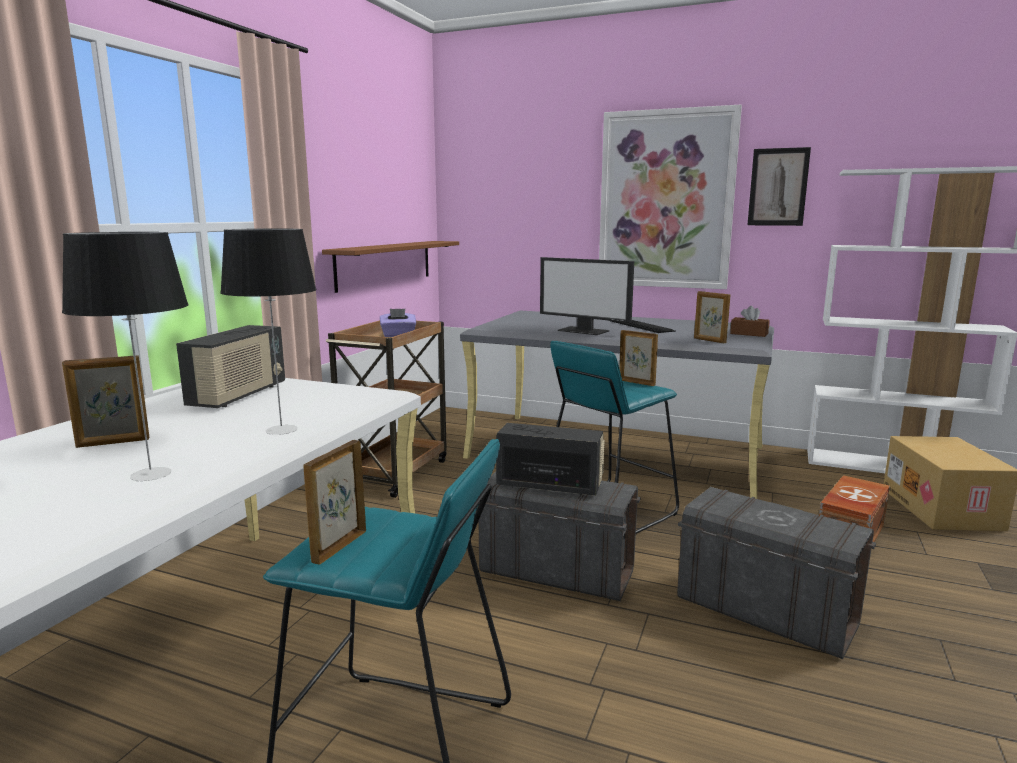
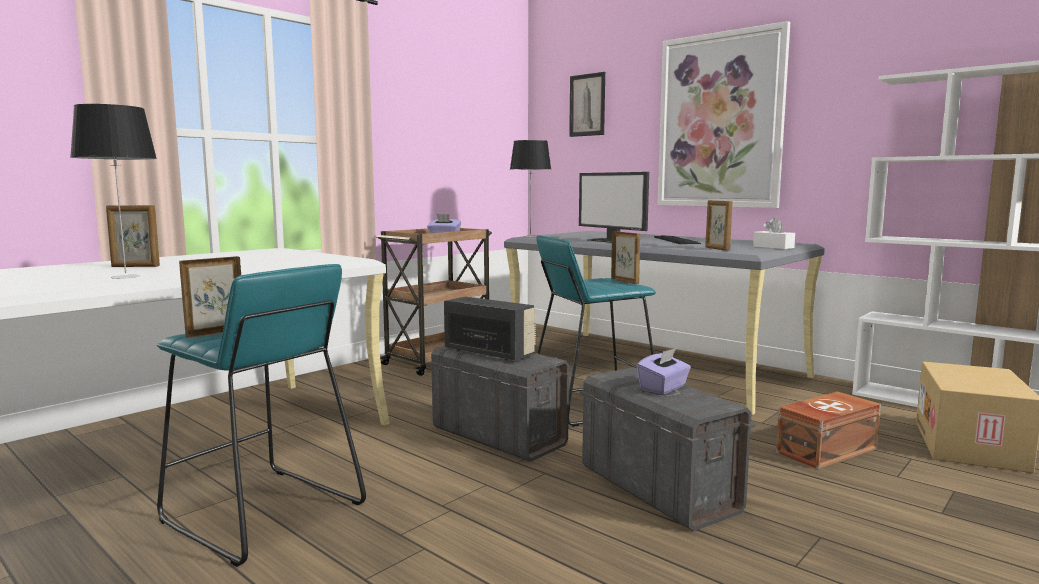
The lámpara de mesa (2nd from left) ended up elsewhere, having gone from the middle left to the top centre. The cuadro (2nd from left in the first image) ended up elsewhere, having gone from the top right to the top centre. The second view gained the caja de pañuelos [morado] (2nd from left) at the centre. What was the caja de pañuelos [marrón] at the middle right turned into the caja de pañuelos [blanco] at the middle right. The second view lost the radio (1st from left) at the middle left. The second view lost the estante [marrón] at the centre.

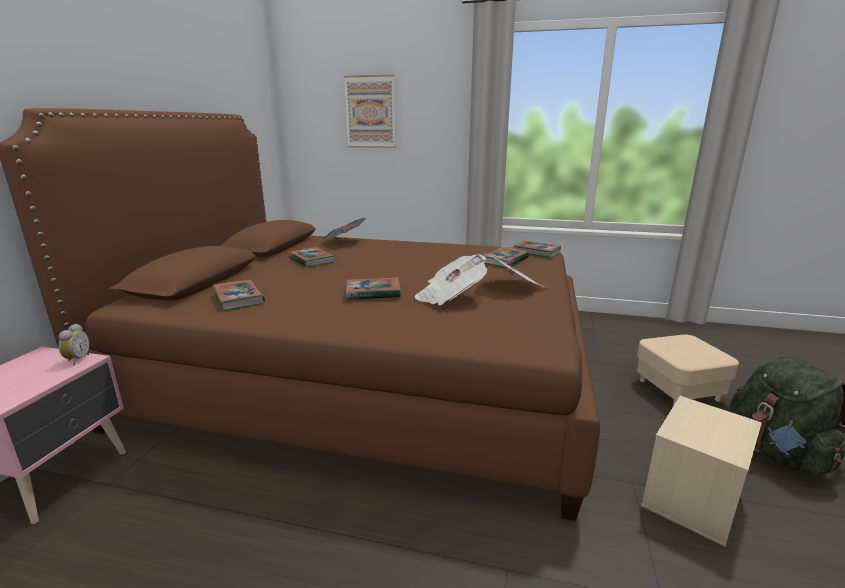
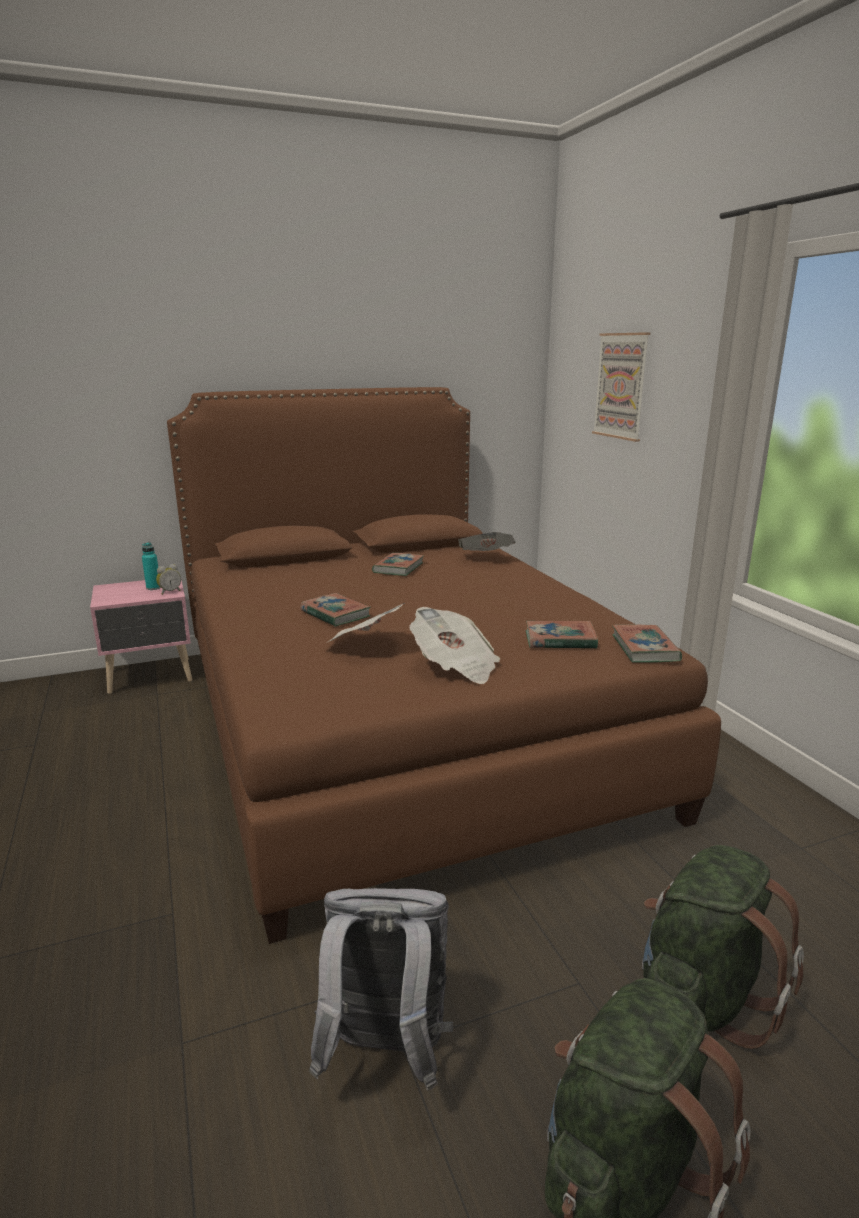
The second view gained the botella [turquesa] at the middle left. Where the caja de almacenaje [beis] stood at the bottom right, the mochila [gris] came to stand at the bottom centre. Where the puf [beis] stood at the middle right, the mochila [verde] (2nd from left) came to stand at the bottom right. The second view lost the libro (1st from left) at the middle left.

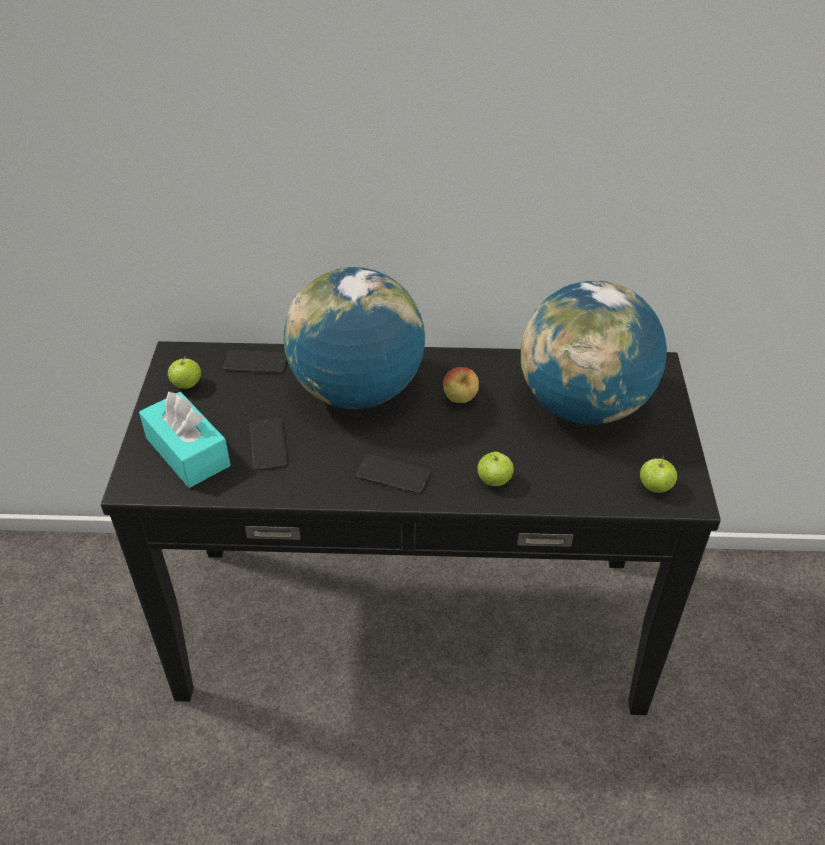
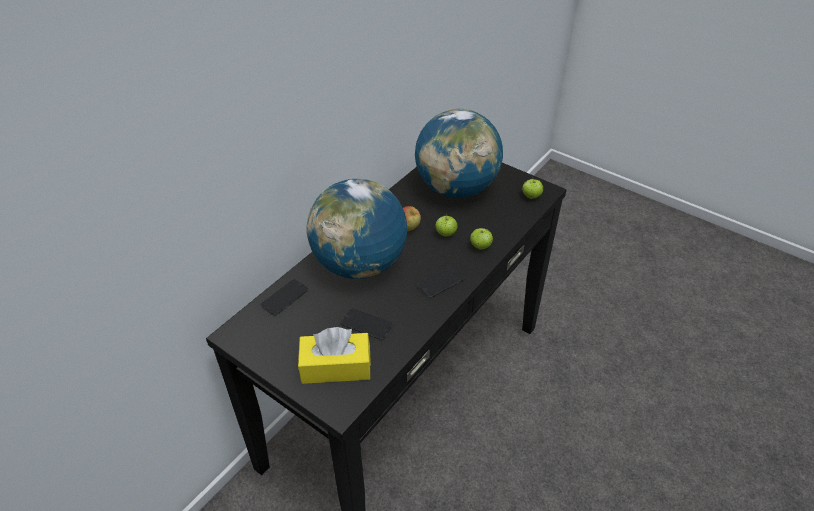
What was the caja de pañuelos [turquesa] at the middle left turned into the caja de pañuelos [amarillo] at the bottom centre. The manzana (1st from left in the first image) ended up elsewhere, having gone from the middle left to the centre.

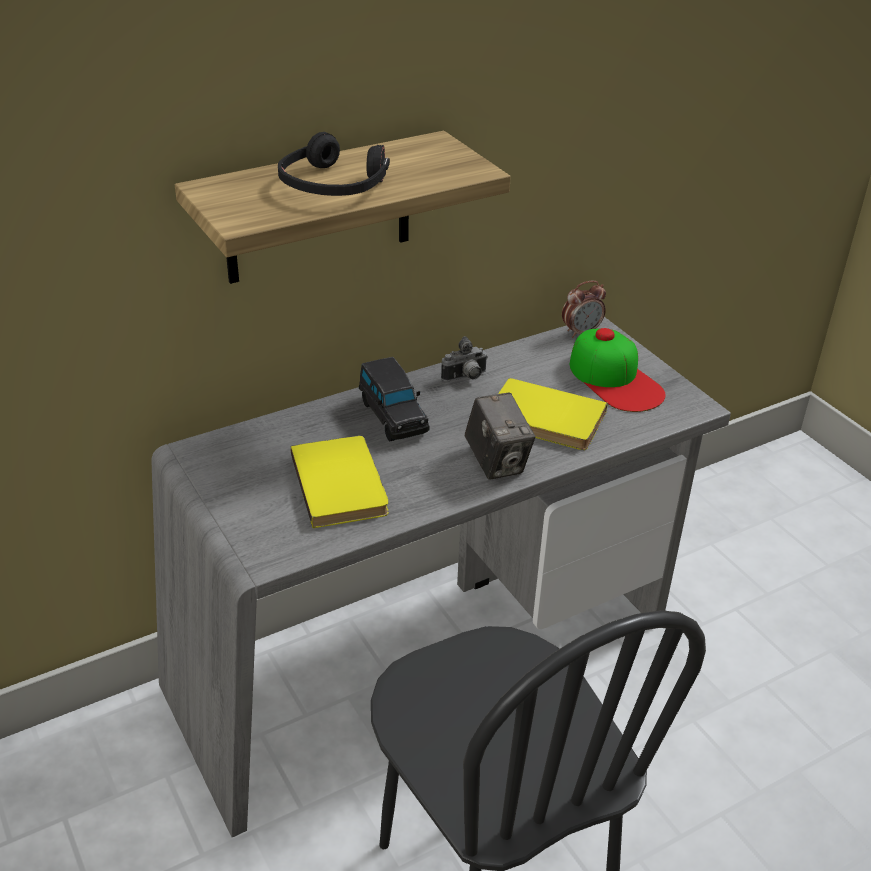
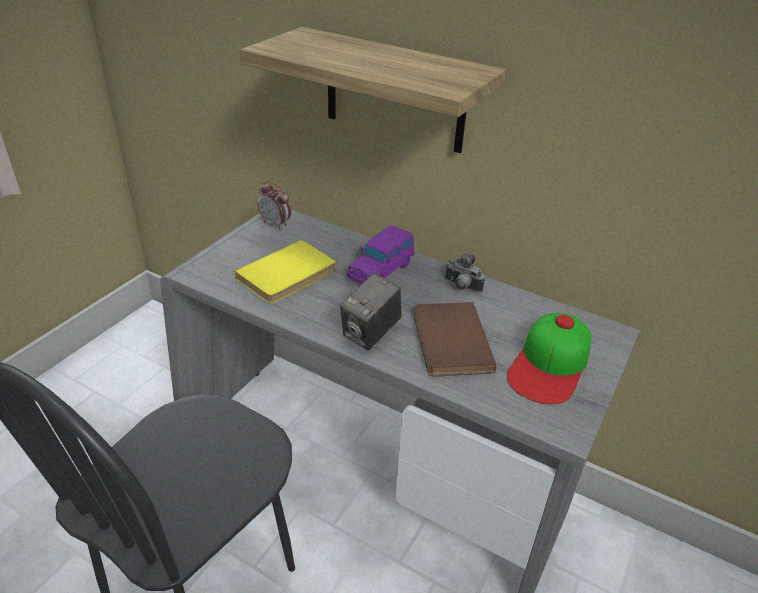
The despertador ended up elsewhere, having gone from the middle right to the centre. What was the coche de juguete [negro] at the centre turned into the coche de juguete [morado] at the centre. What was the libro [amarillo] (2nd from left) at the centre turned into the libro [marrón] at the centre. The second view lost the auriculares [negro] at the top centre.

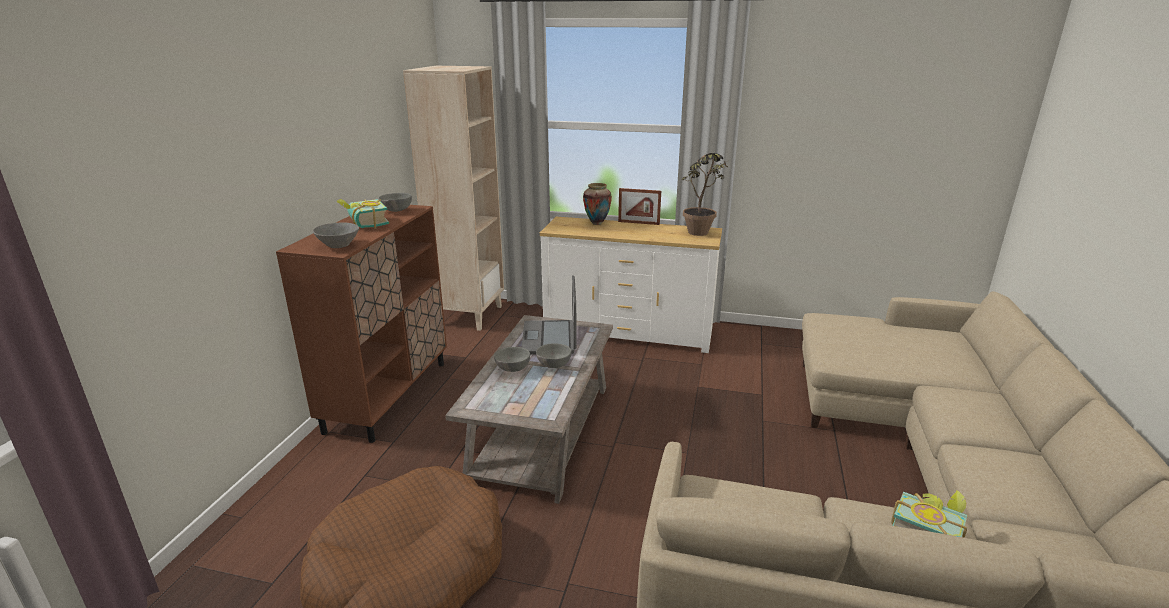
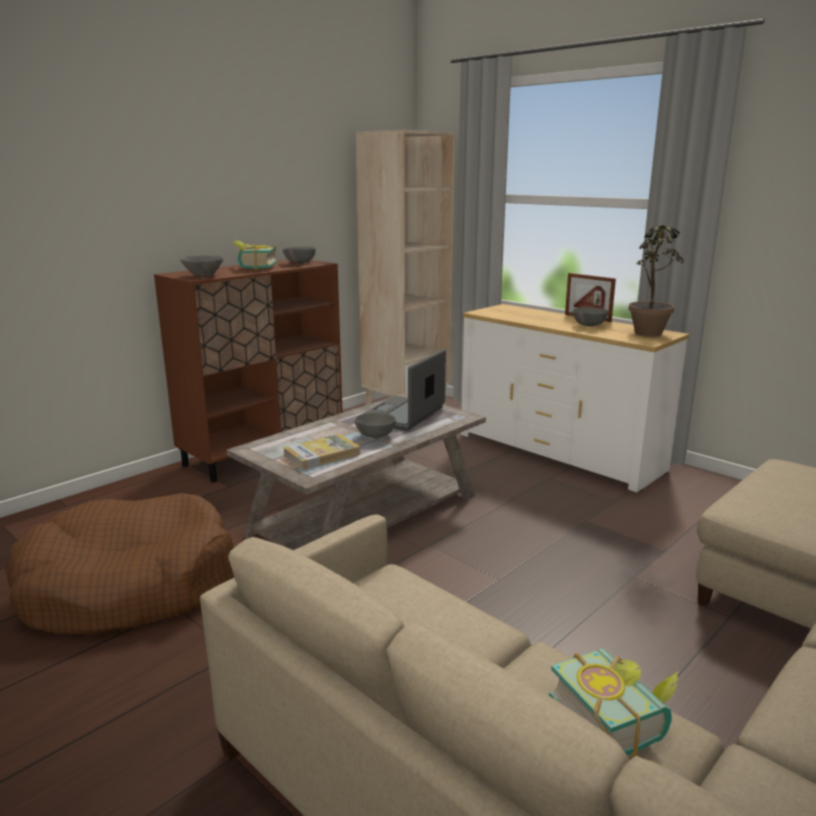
The second view gained the libro (2nd from left) at the centre. The cuenco [gris] (3rd from left in the first image) ended up elsewhere, having gone from the centre to the middle right. The second view lost the florero at the centre.

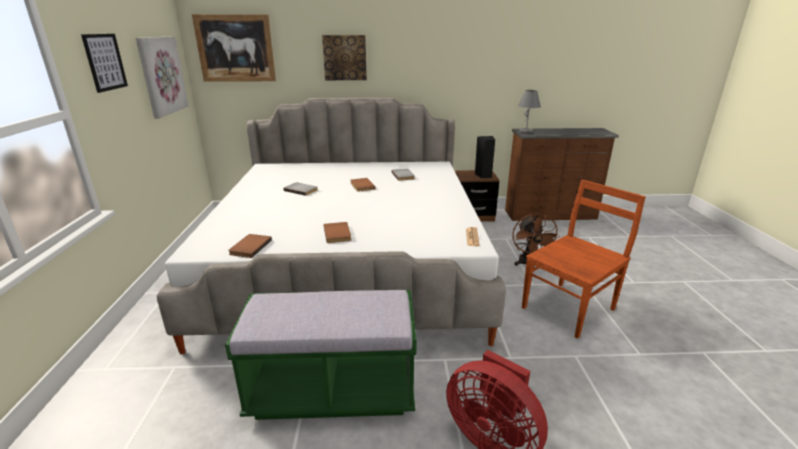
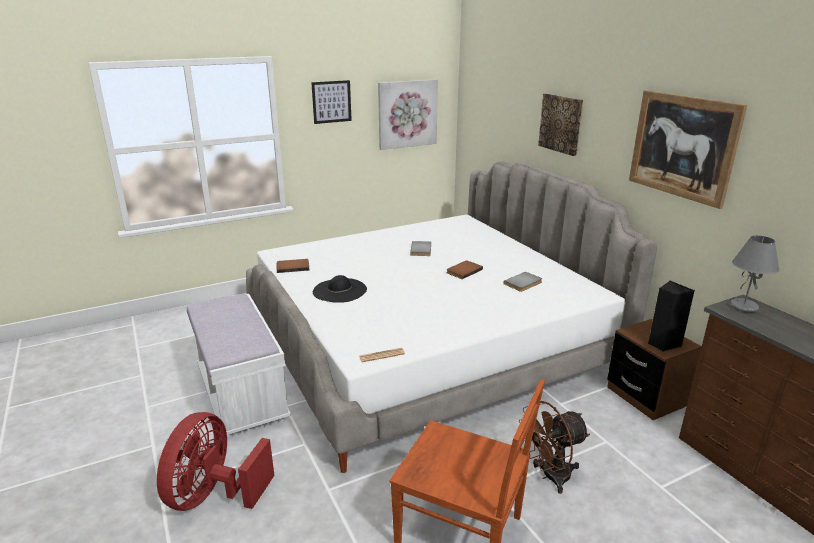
What was the banco [verde] at the bottom centre turned into the banco [blanco] at the bottom left. Where the libro [marrón] (2nd from left) stood at the centre, the sombrero [negro] came to stand at the centre. The cuadro (3rd from left in the first image) ended up elsewhere, having gone from the top left to the top right.

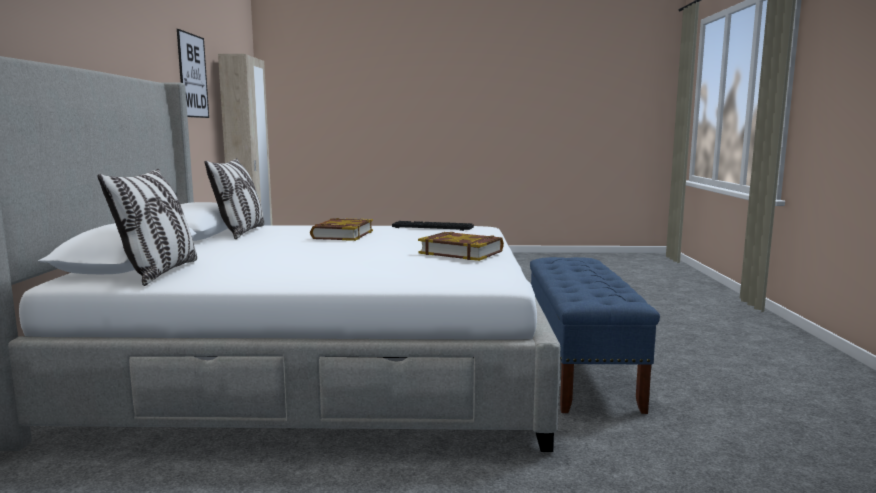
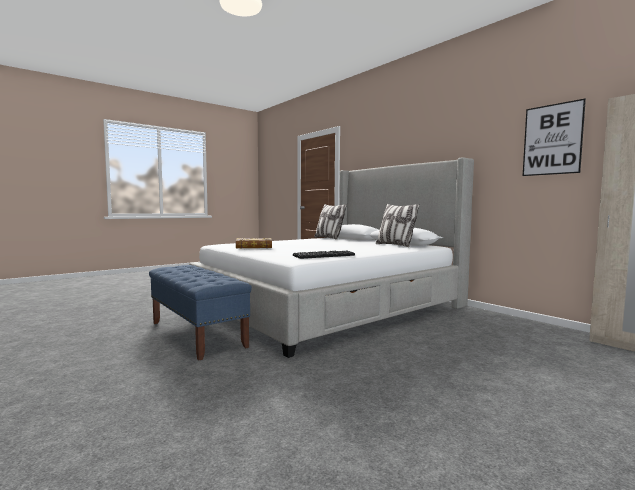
The second view lost the libro (1st from left) at the centre.

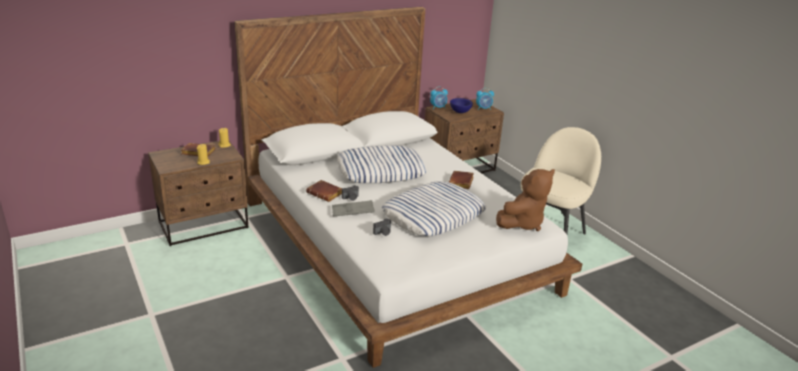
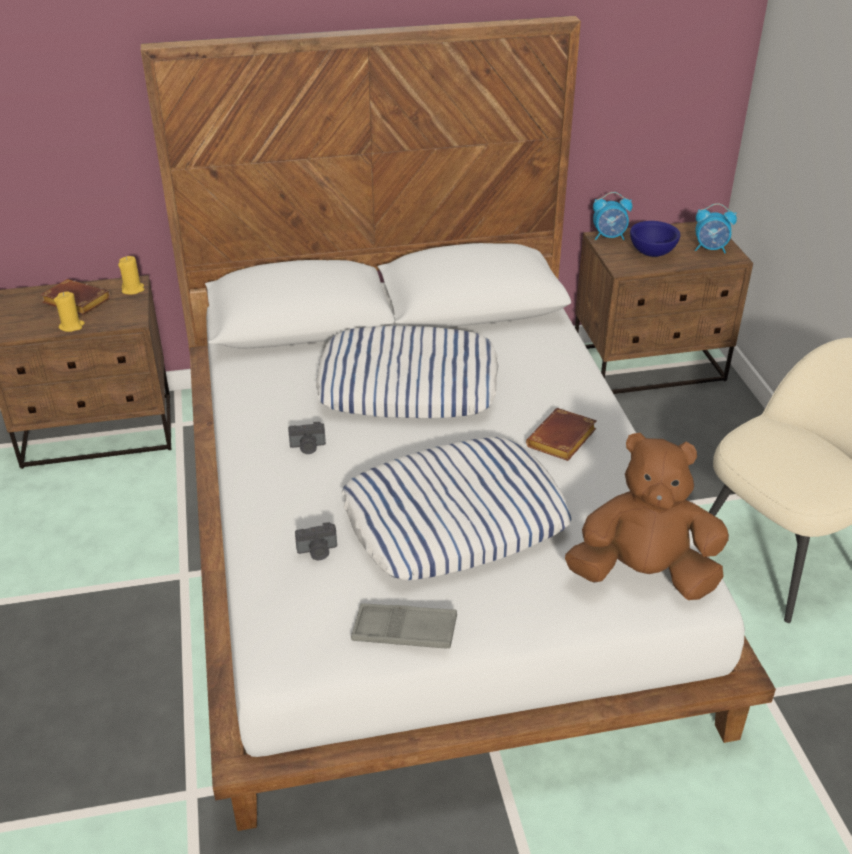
The bandeja [gris] ended up elsewhere, having gone from the centre to the bottom centre. The peluche [marrón] at the centre ended up facing another way, 150 degrees counterclockwise from before. The second view lost the libro [marrón] (2nd from left) at the centre.

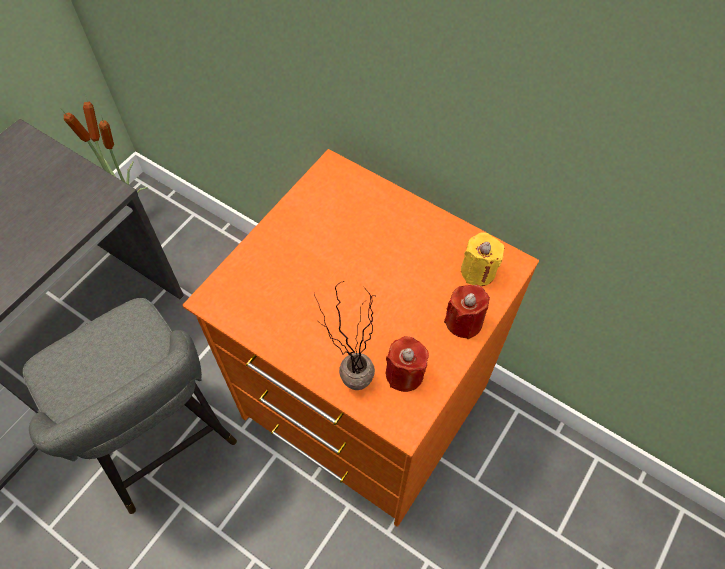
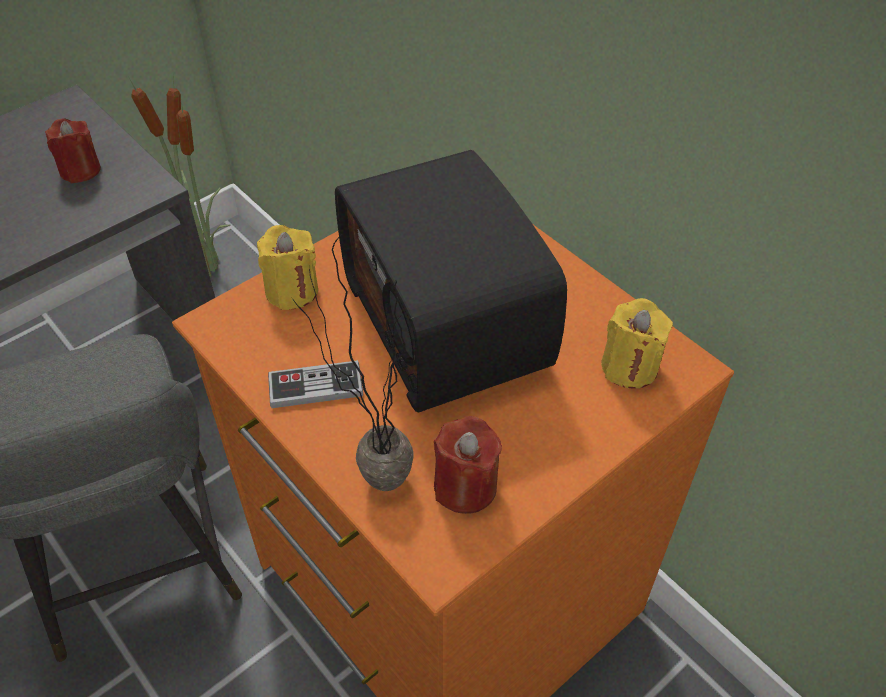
The vela [rojo] (2nd from left in the first image) ended up elsewhere, having gone from the centre to the top left. The second view gained the vela [amarillo] (1st from left) at the middle left. The second view gained the mando de consola at the centre. The second view gained the radio at the centre.

